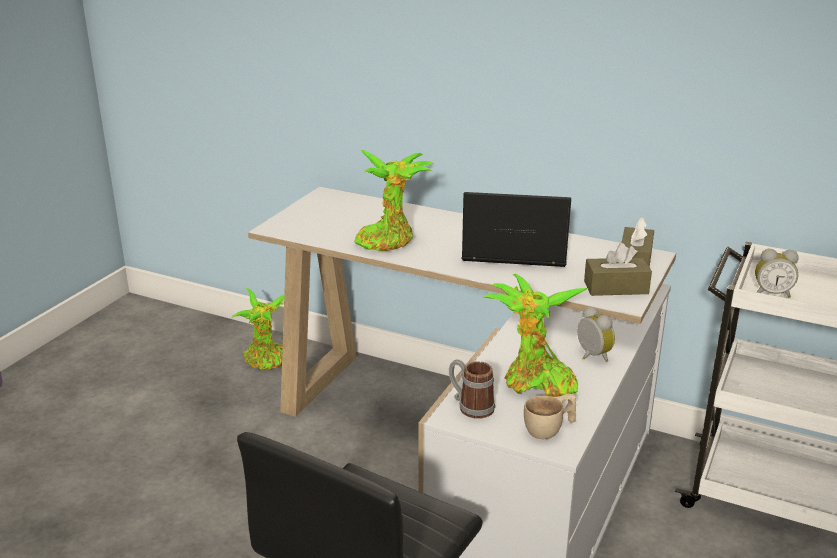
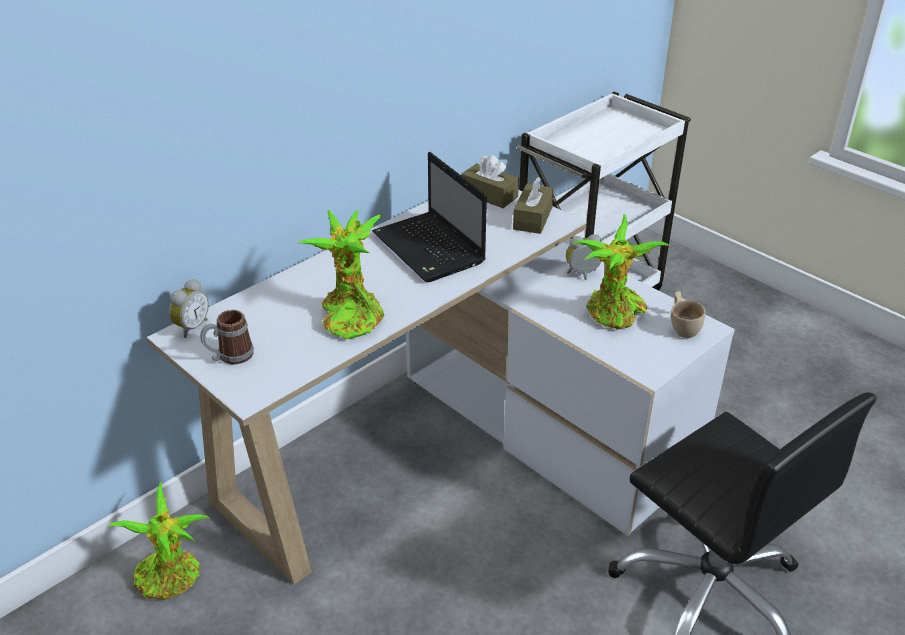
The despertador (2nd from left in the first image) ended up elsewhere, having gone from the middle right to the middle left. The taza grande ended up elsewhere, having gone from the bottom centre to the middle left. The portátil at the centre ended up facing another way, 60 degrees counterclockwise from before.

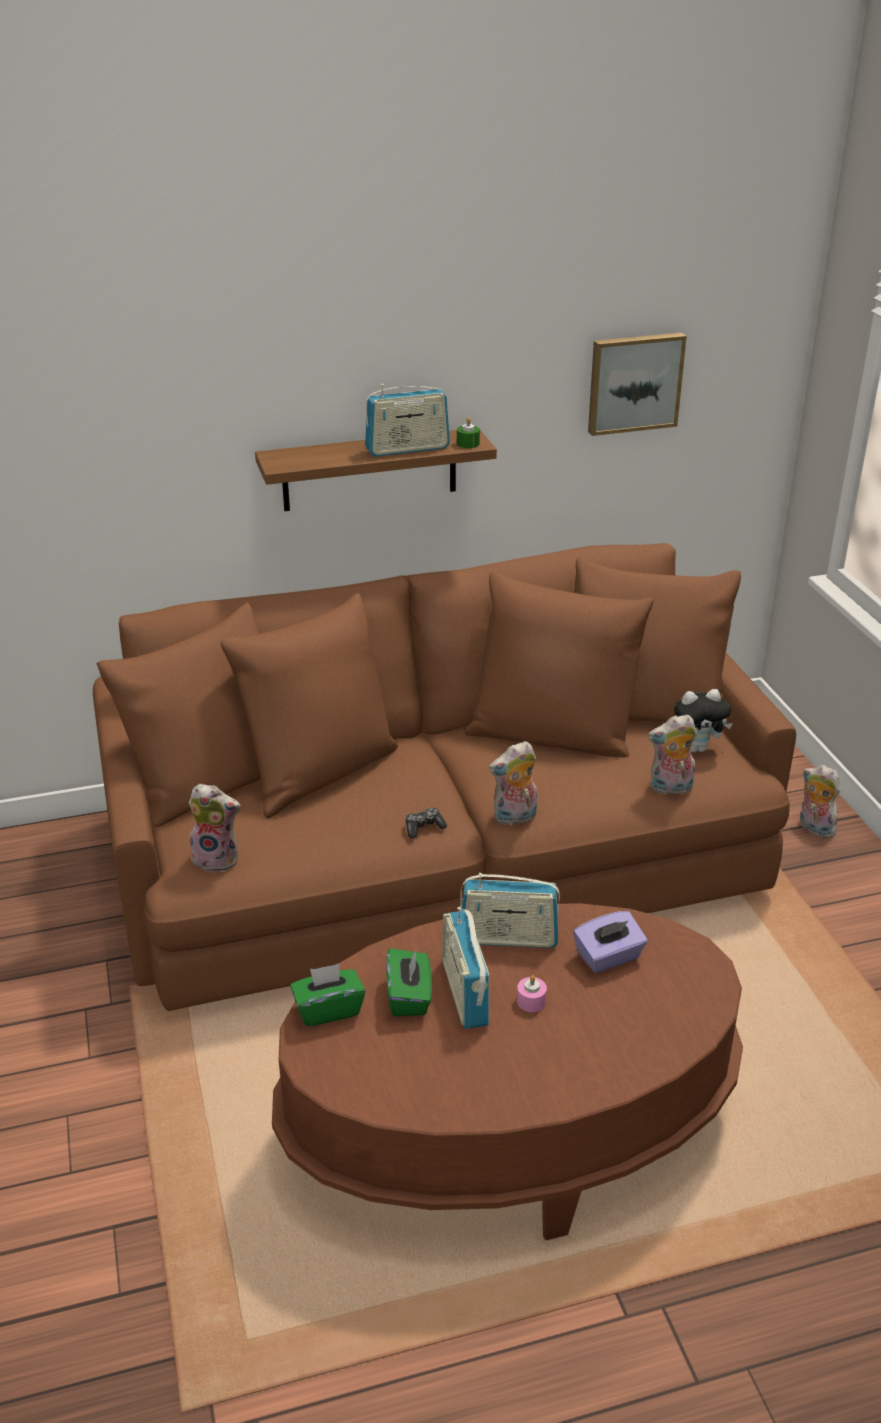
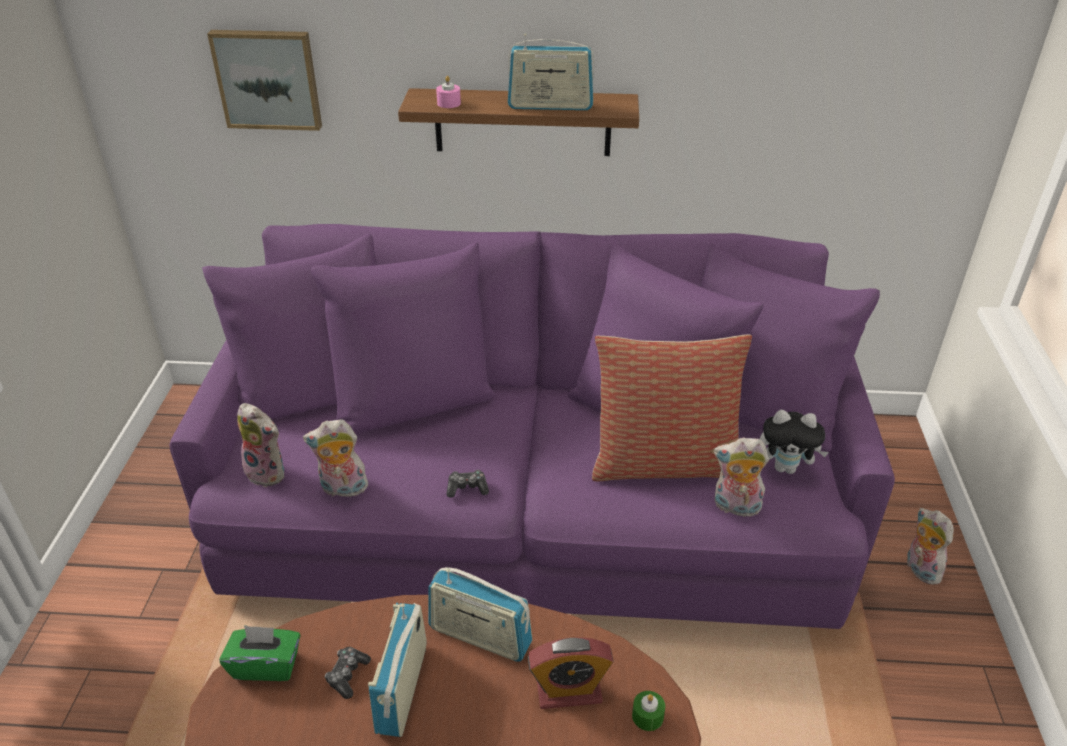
What was the sofá [marrón] at the centre turned into the sofá [morado] at the centre. The cuadro ended up elsewhere, having gone from the top right to the top left. The peluche (2nd from left) ended up elsewhere, having gone from the centre to the middle left. Where the caja de pañuelos [verde] (2nd from left) stood at the bottom centre, the mando de consola (1st from left) came to stand at the bottom left. The vela [rosa] ended up elsewhere, having gone from the bottom centre to the top centre. Where the caja de pañuelos [morado] stood at the middle right, the despertador came to stand at the bottom centre. The second view gained the cojín at the centre. The vela [verde] ended up elsewhere, having gone from the top centre to the bottom centre.

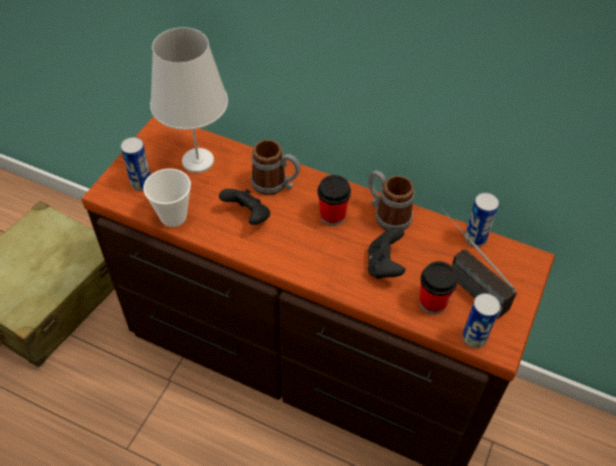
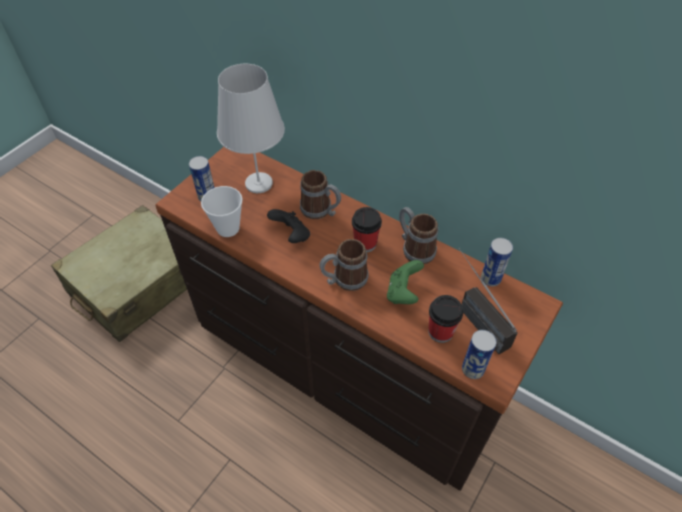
The second view gained the taza grande (2nd from left) at the centre. What was the mando de consola [negro] (2nd from left) at the centre turned into the mando de consola [verde] at the centre.

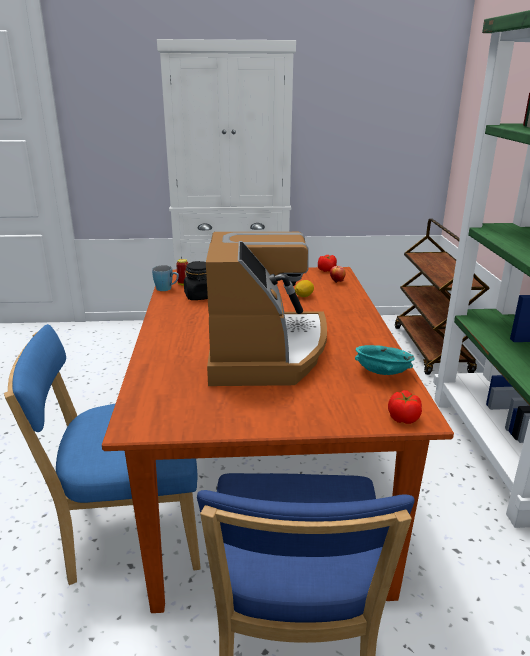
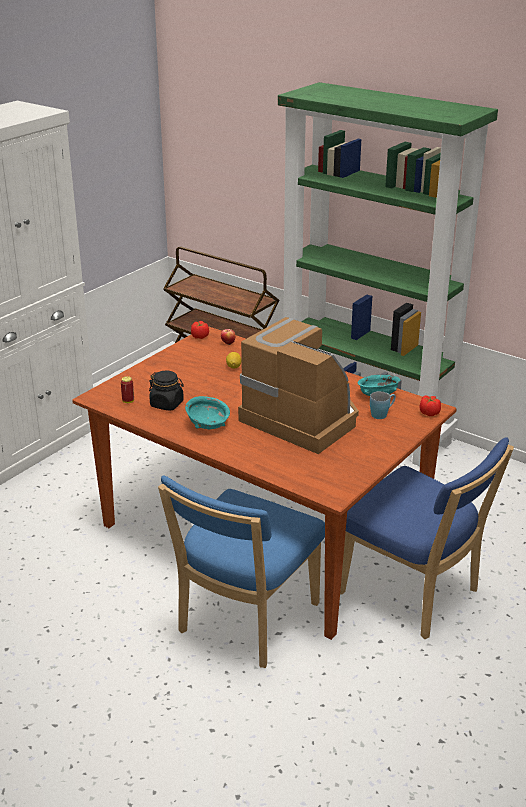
The second view gained the cuenco [turquesa] (1st from left) at the centre. The taza grande [azul] ended up elsewhere, having gone from the middle left to the middle right.

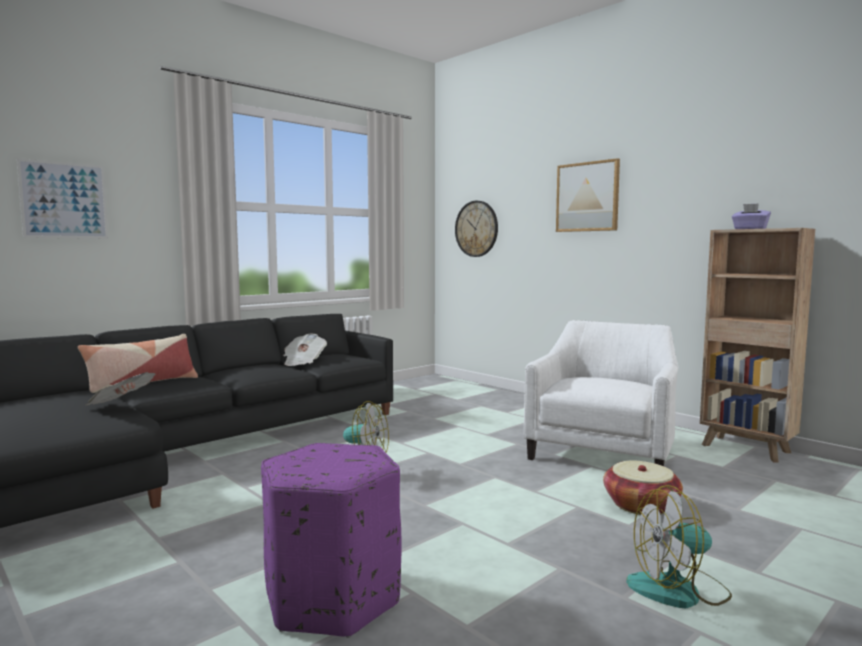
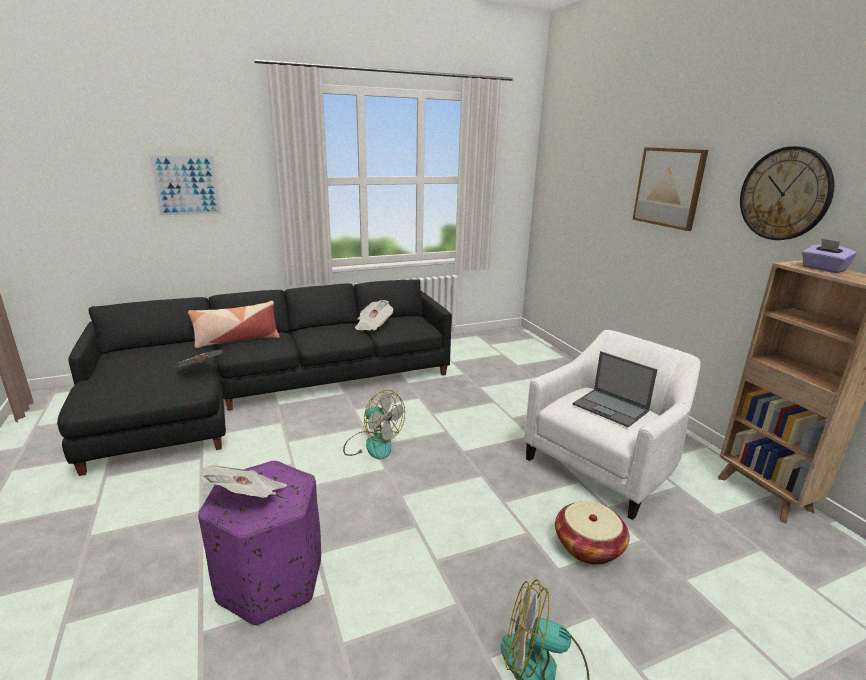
The second view gained the periódico (2nd from left) at the bottom left. The second view gained the portátil at the middle right. The reloj de pared ended up elsewhere, having gone from the centre to the top right.

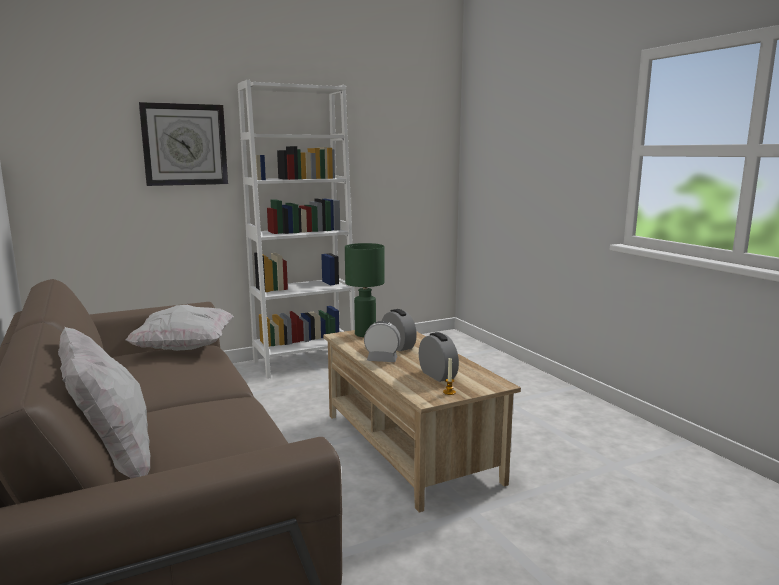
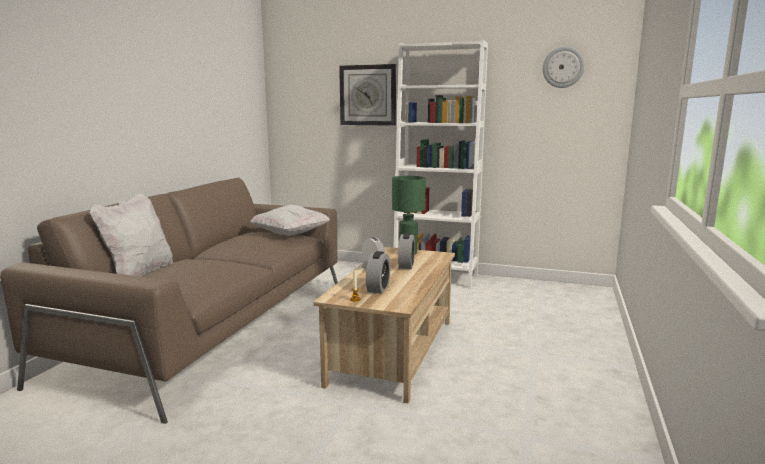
The second view gained the reloj de pared (2nd from left) at the top right.

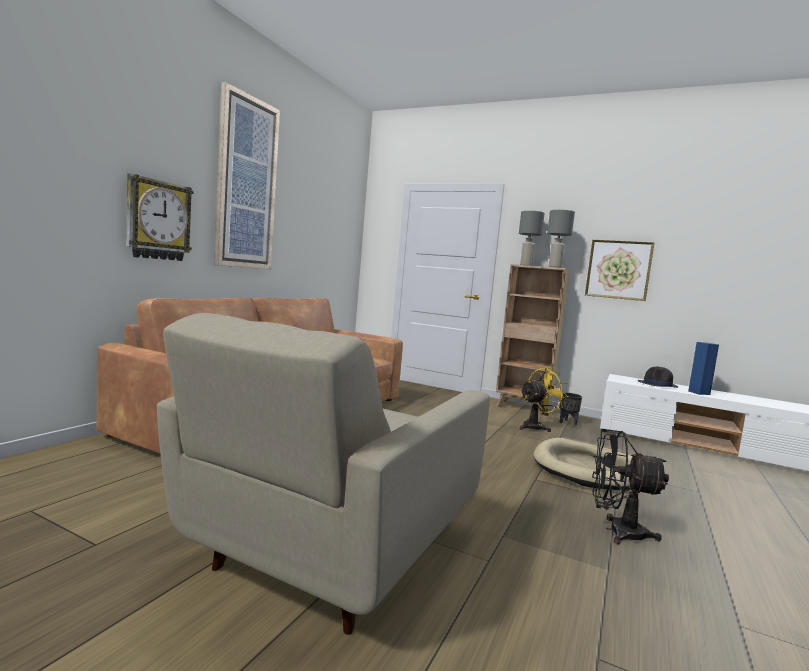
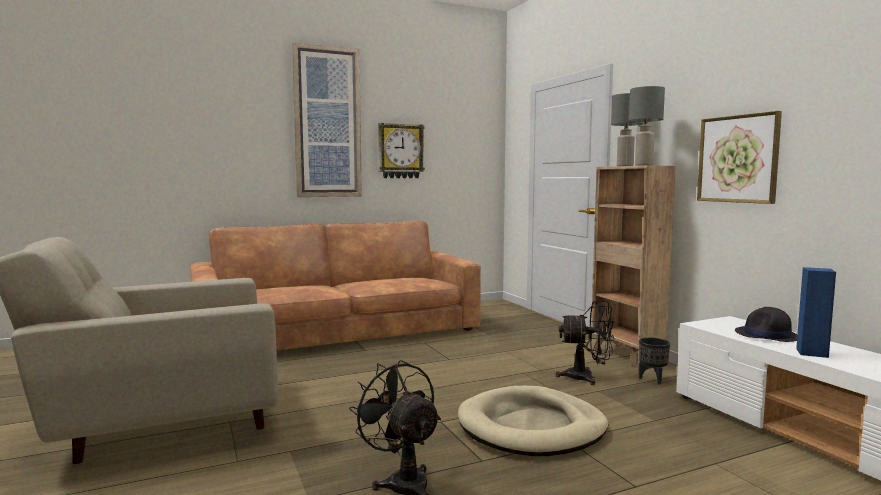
The reloj de pared ended up elsewhere, having gone from the top left to the top centre. What was the ventilador [amarillo] at the middle right turned into the ventilador [negro] (2nd from left) at the bottom centre.

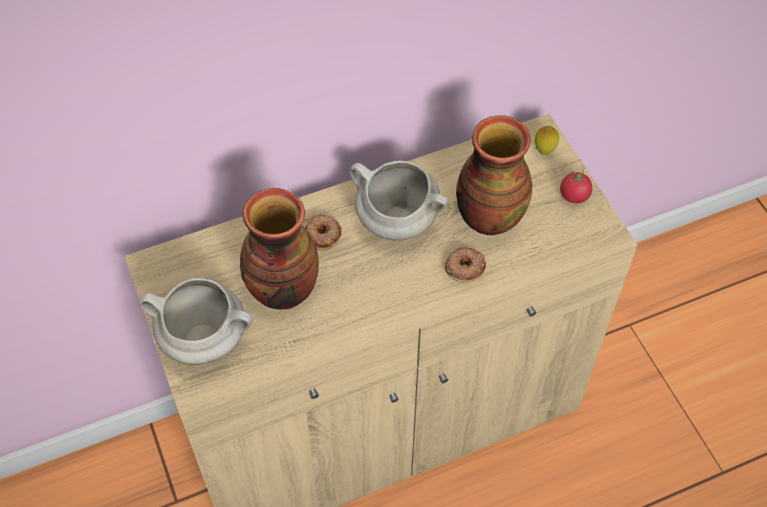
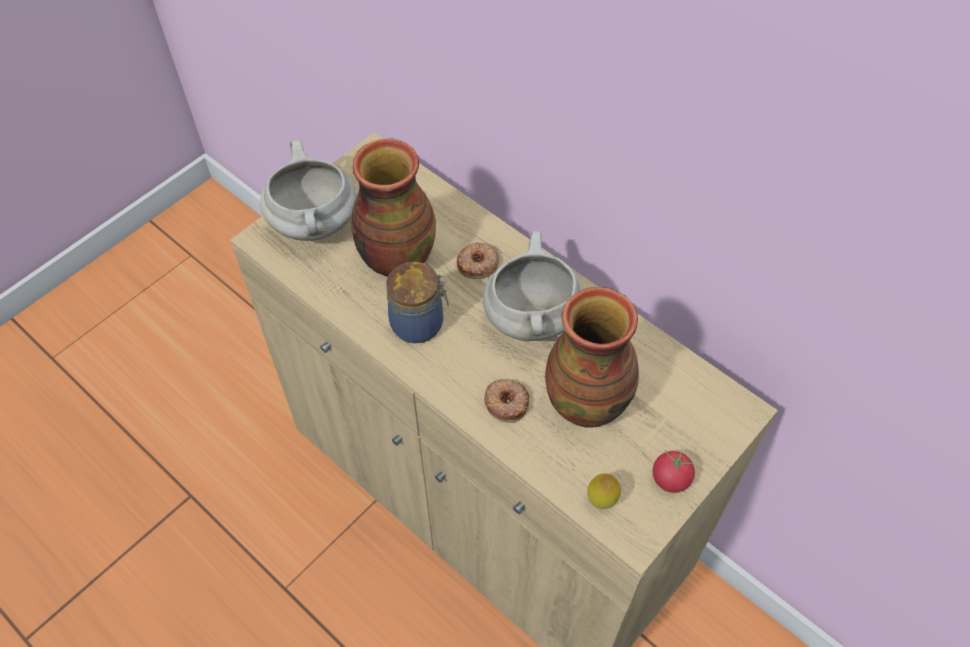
The second view gained the tarro at the centre. The limón ended up elsewhere, having gone from the top right to the bottom centre.

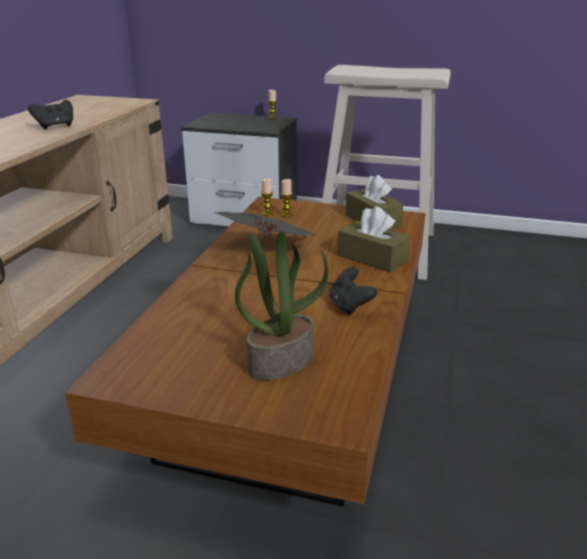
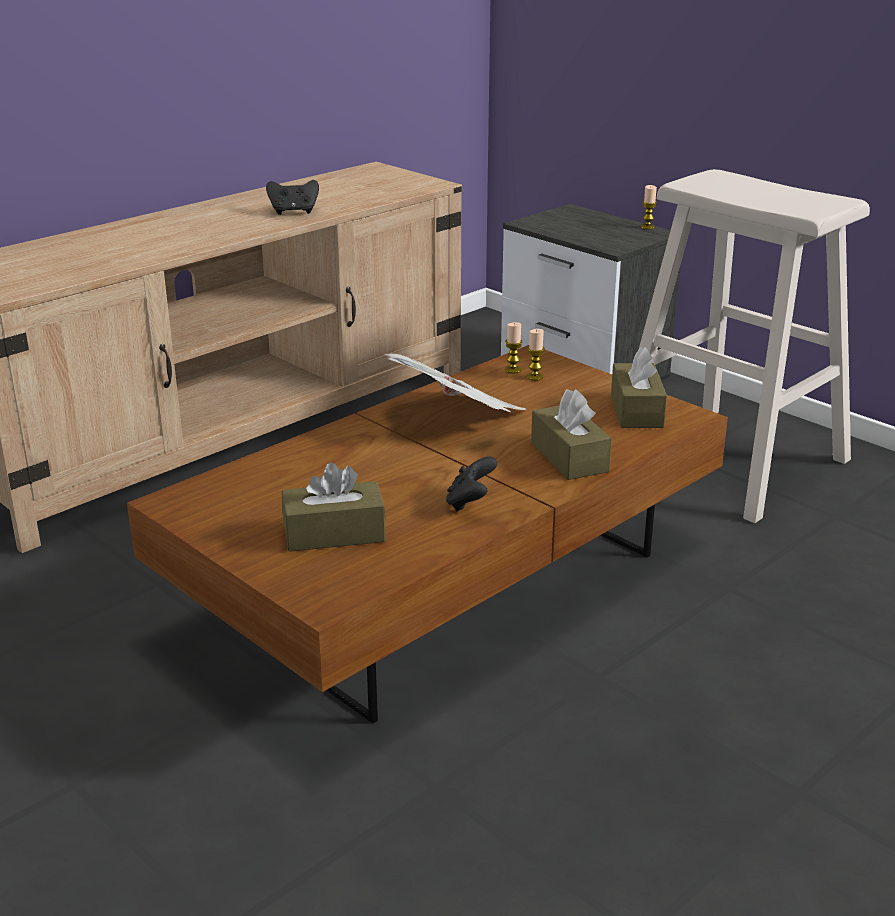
Where the planta en maceta stood at the centre, the caja de pañuelos [marrón] (1st from left) came to stand at the centre.

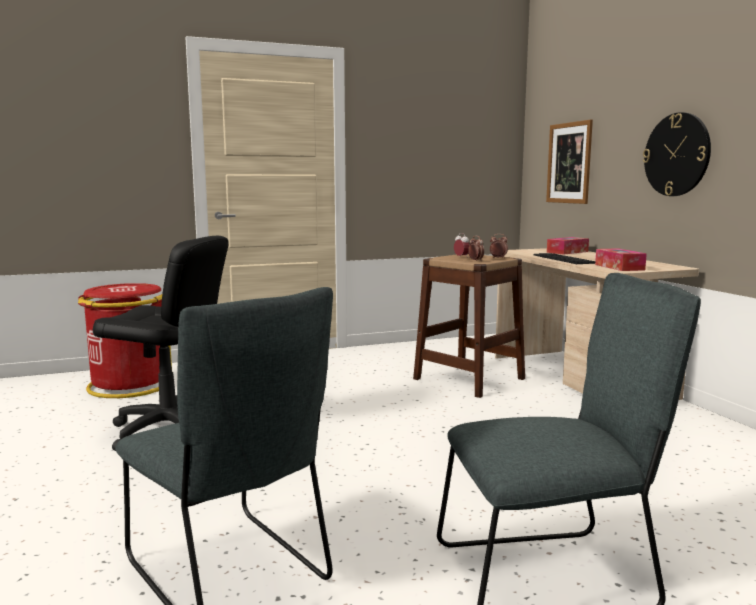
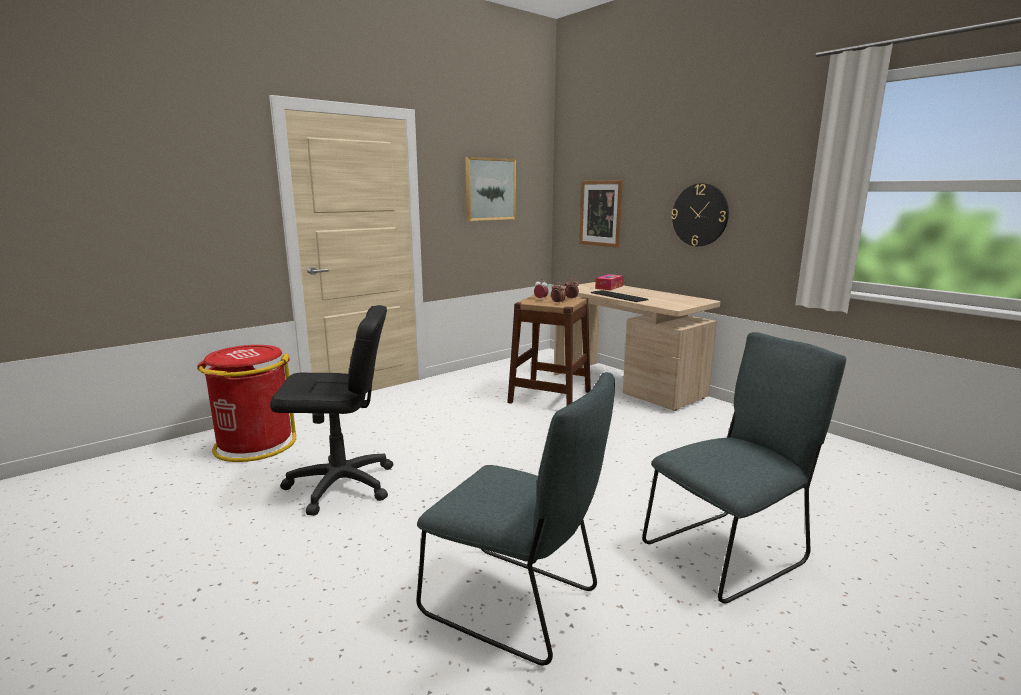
The second view gained the cuadro (1st from left) at the top centre. The second view lost the caja de pañuelos (2nd from left) at the middle right.

